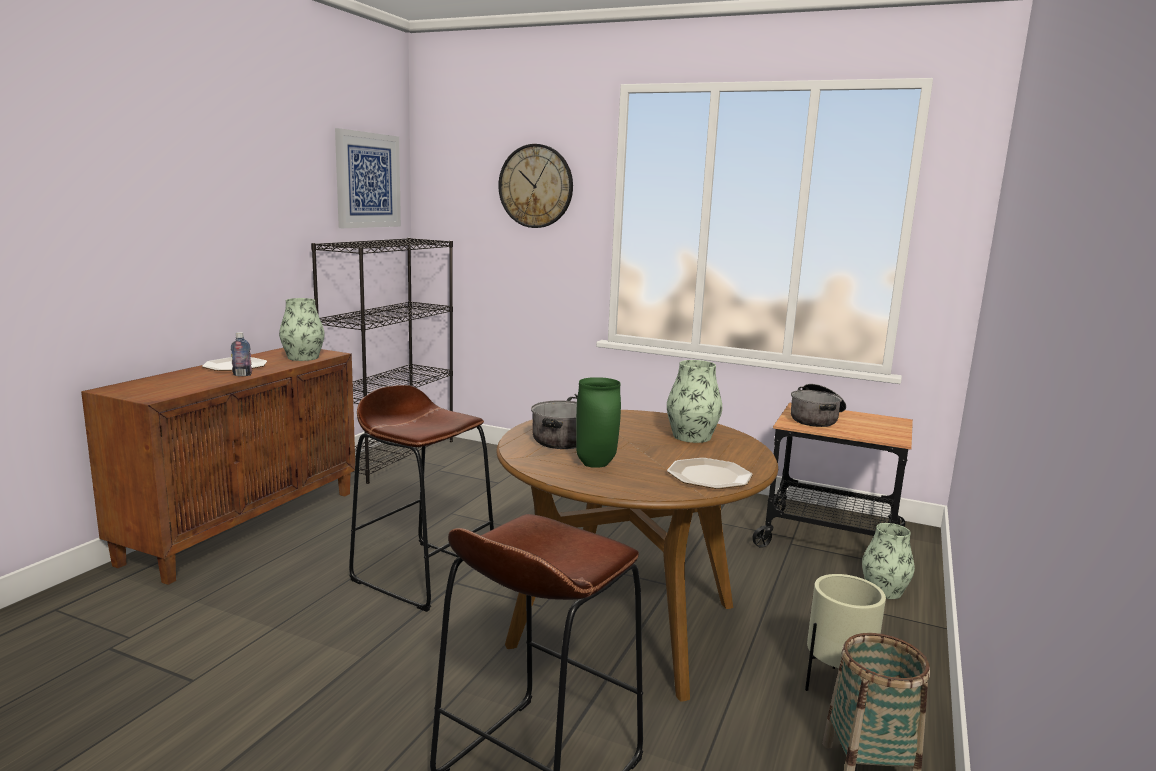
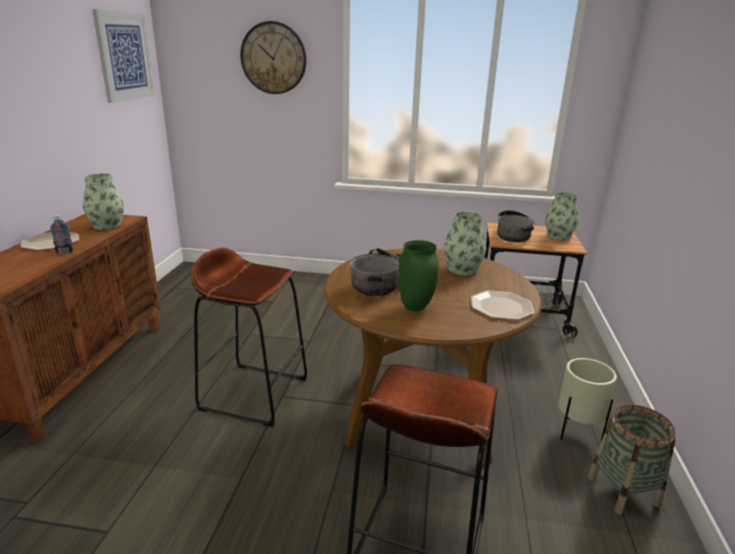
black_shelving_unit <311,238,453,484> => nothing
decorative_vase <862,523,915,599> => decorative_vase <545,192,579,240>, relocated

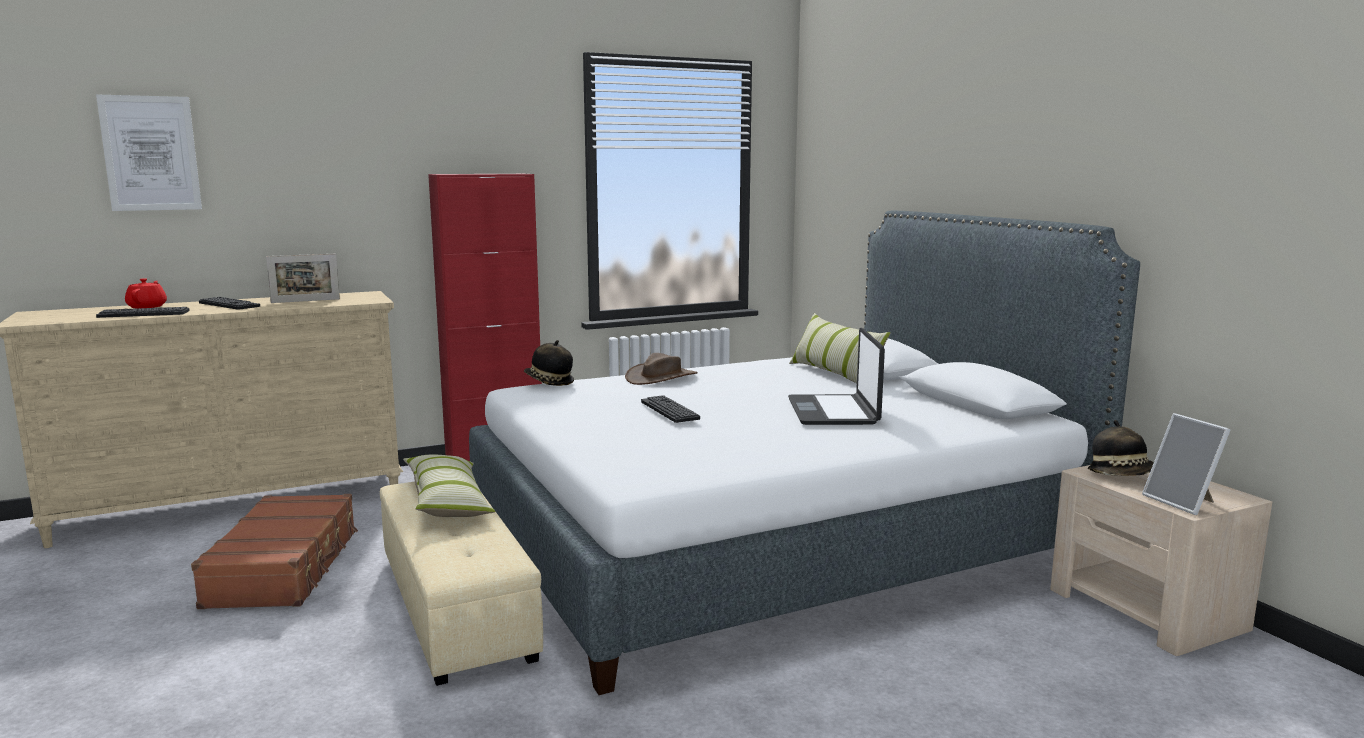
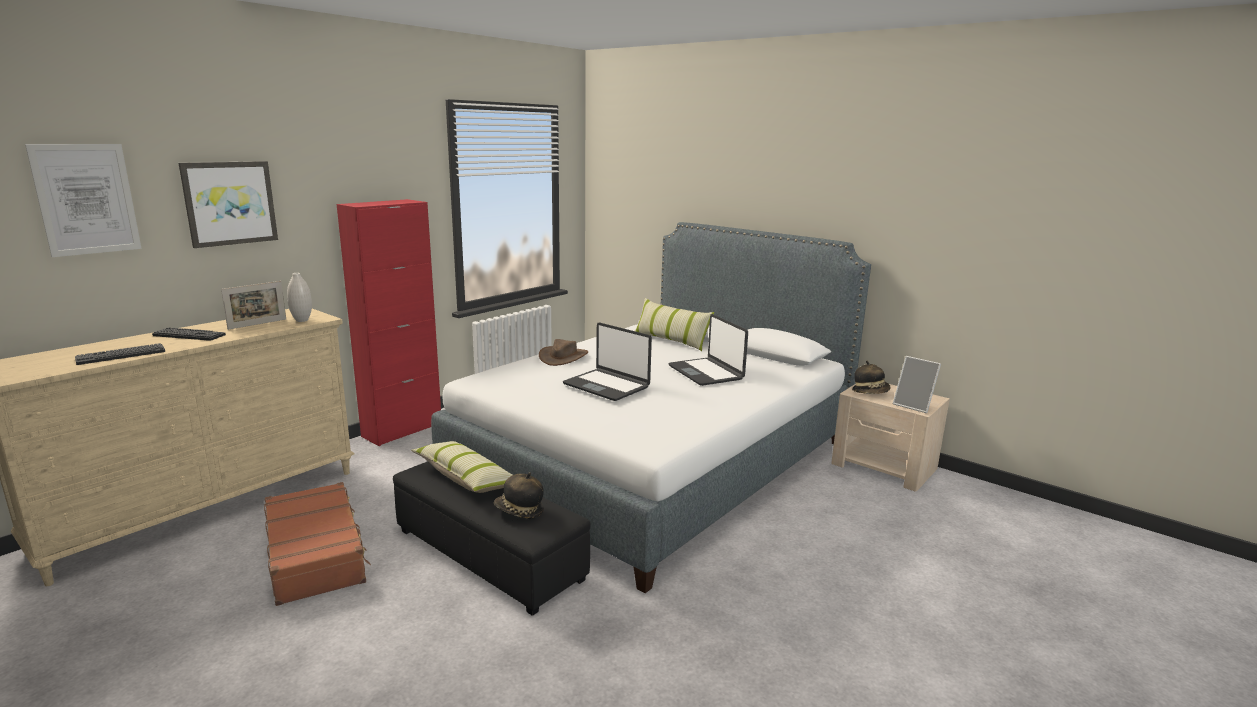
red_pot_for_tea <125,278,167,308> => nothing
sand-coloured_footrest <380,482,543,686> => black_footrest <393,461,590,616>
clothing_hat <524,340,574,386> => clothing_hat <494,472,544,518>, relocated
PC_keyboard <641,395,700,423> => laptop <563,322,652,401>
nothing => wall_picture <179,161,278,248>
nothing => white_decorative_vase <287,273,312,322>

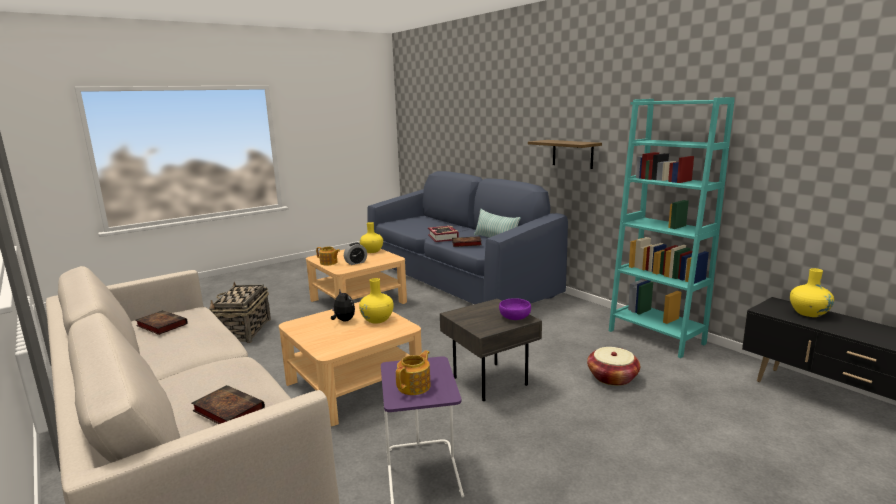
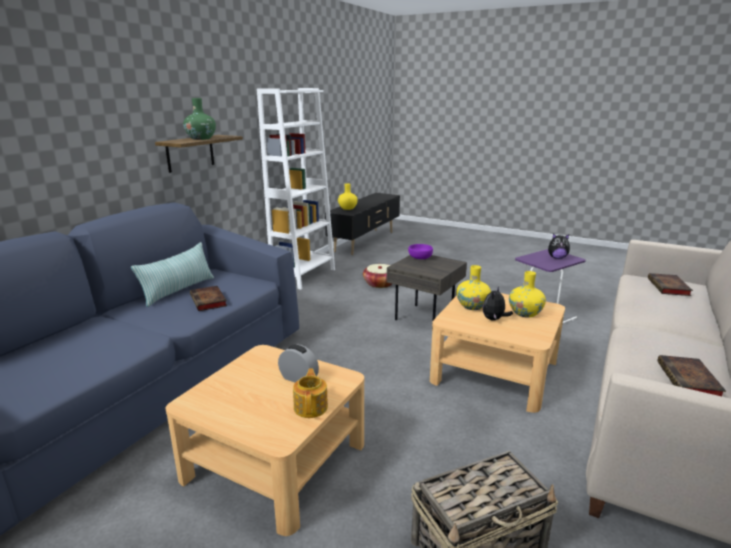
yellow-coloured_decorative_vase <360,222,383,253> => yellow-coloured_decorative_vase <509,271,546,318>, relocated
pot_for_tea <396,350,431,395> => soft_toy <548,233,570,259>
volume <428,226,459,242> => nothing
turquoise_shelving_unit <609,97,735,358> => white_shelving_unit <257,88,335,290>
nothing => green-coloured_decorative_vase <183,98,216,140>

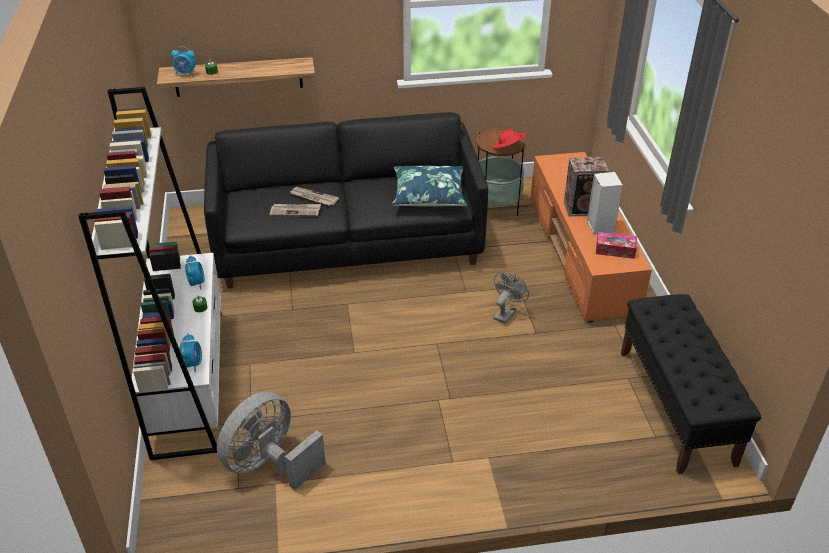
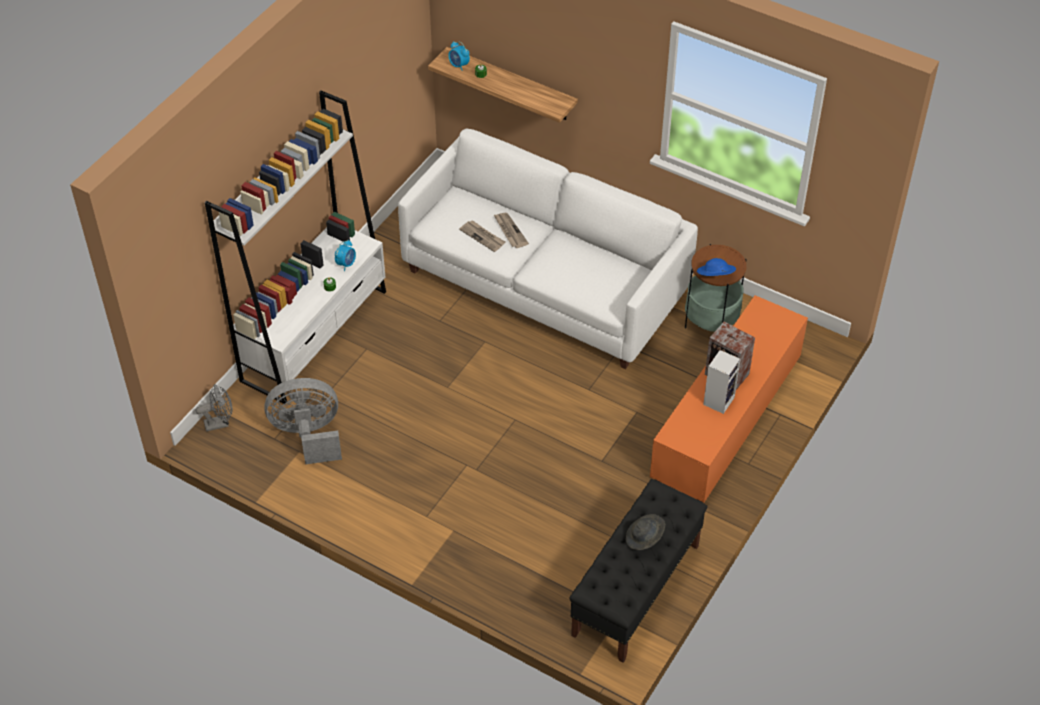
alarm_clock <179,333,202,372> => nothing
black_couch <204,112,488,289> => white_couch <398,129,698,369>
blue_cushion <392,166,467,207> => nothing
red_clothing_hat <493,130,527,148> => blue_clothing_hat <697,258,736,276>
greyish_cooling_fan <494,272,529,324> => greyish_cooling_fan <196,384,232,432>, relocated
box_of_tissues <596,232,637,259> => nothing
nothing => greyish_clothing_hat <626,514,665,550>

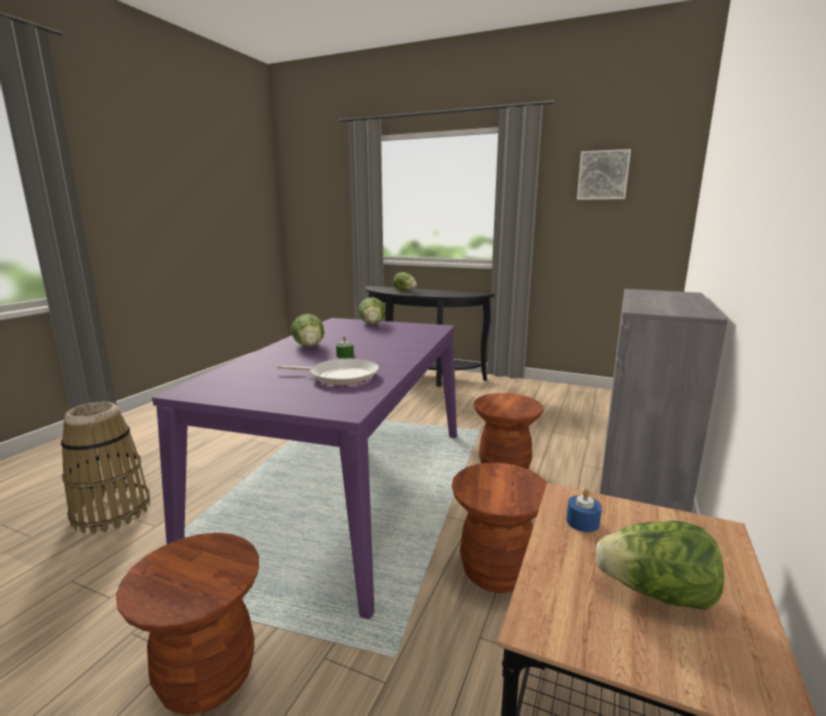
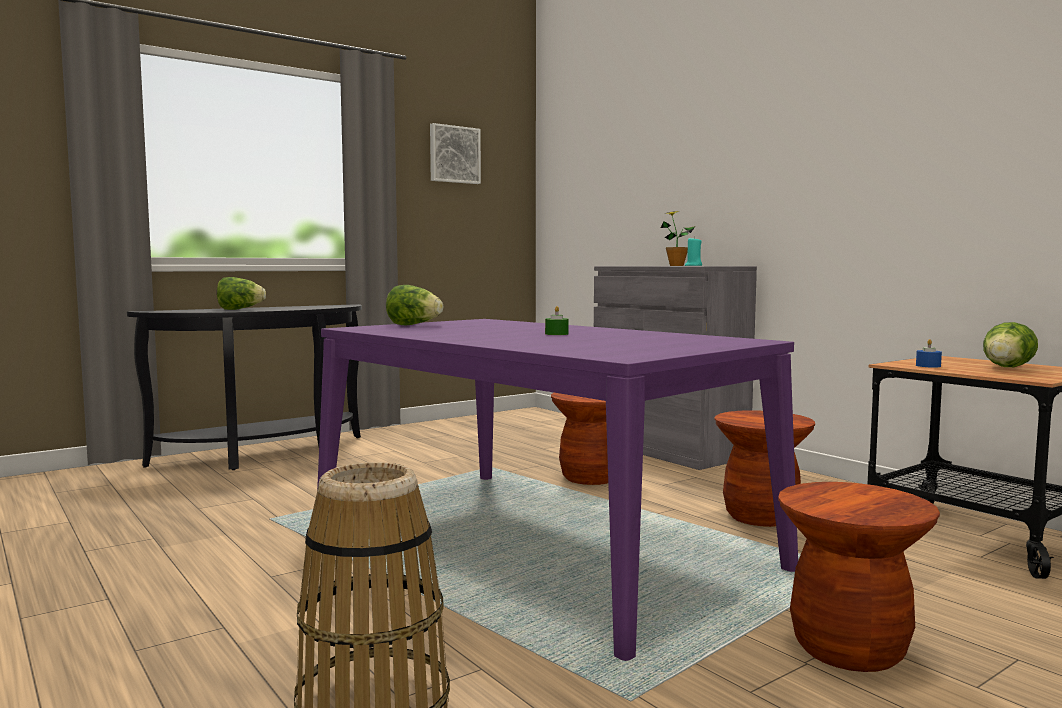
pan <277,358,379,385> => nothing
lettuce <291,314,325,347> => nothing
nothing => plant_in_a_pot <661,211,695,266>
nothing => turquoise_wax_candle <685,236,702,266>

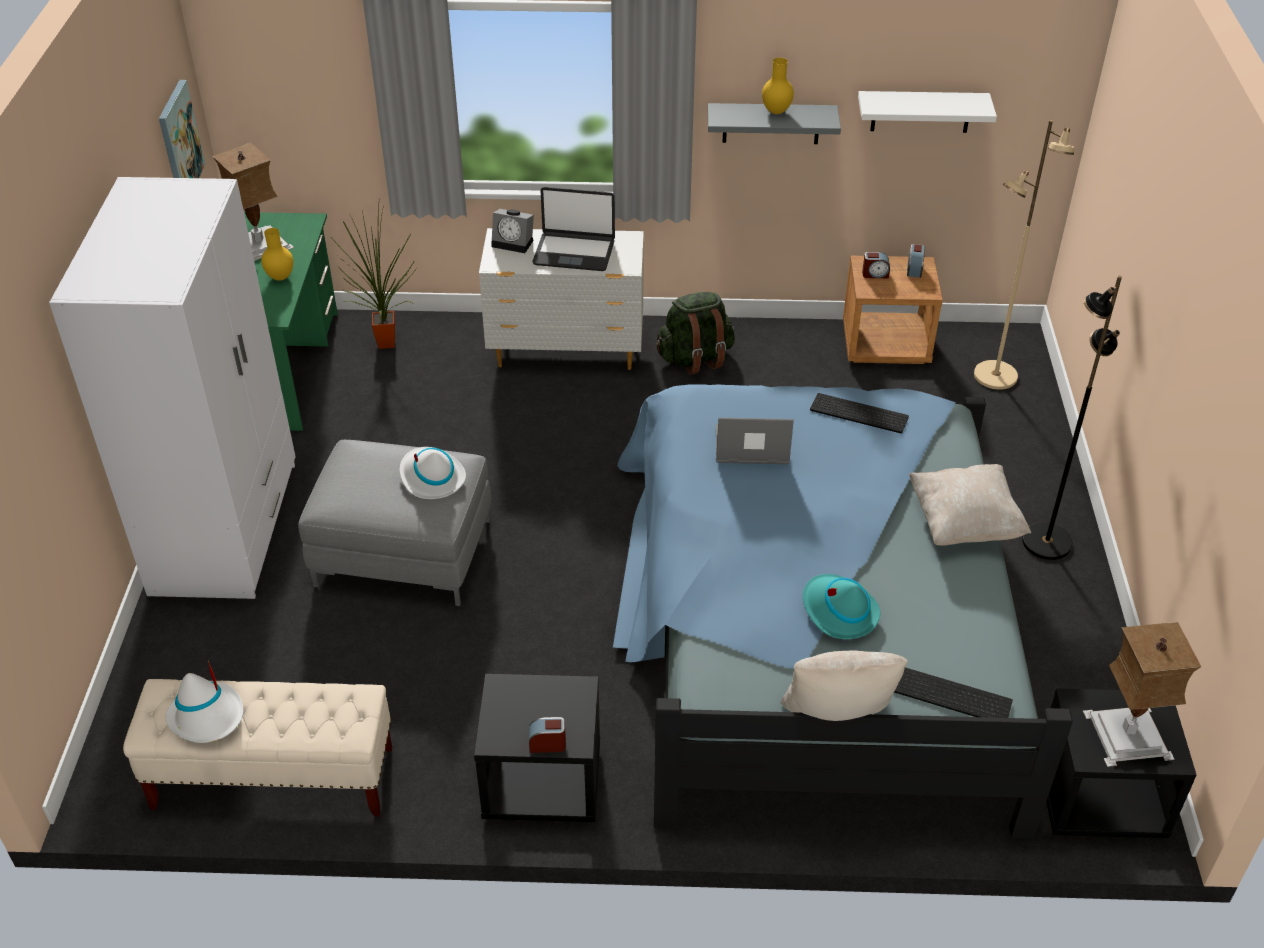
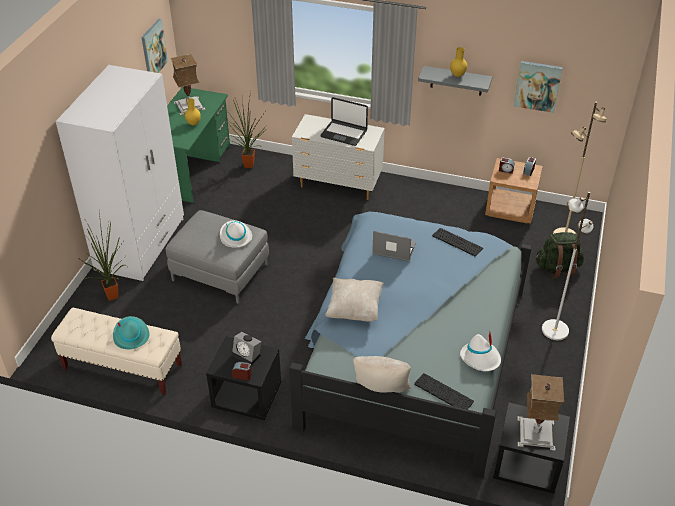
white_clothing_hat <166,661,243,743> => white_clothing_hat <460,333,501,371>, relocated
alarm_clock <491,209,534,253> => alarm_clock <232,332,261,366>, relocated
green-coloured_rucksack <656,292,735,375> => green-coloured_rucksack <536,232,584,279>, relocated
turquoise_clothing_hat <803,574,880,639> => turquoise_clothing_hat <113,316,150,349>, relocated
white_wall_shelf <858,91,997,133> => wall_picture <514,61,563,113>
sand-coloured_cushion <909,464,1031,546> => sand-coloured_cushion <325,277,384,322>, relocated
black_floor_lamp <1022,276,1122,560> => white_floor_lamp <542,192,593,340>
nothing => plant_in_a_pot <77,212,127,301>

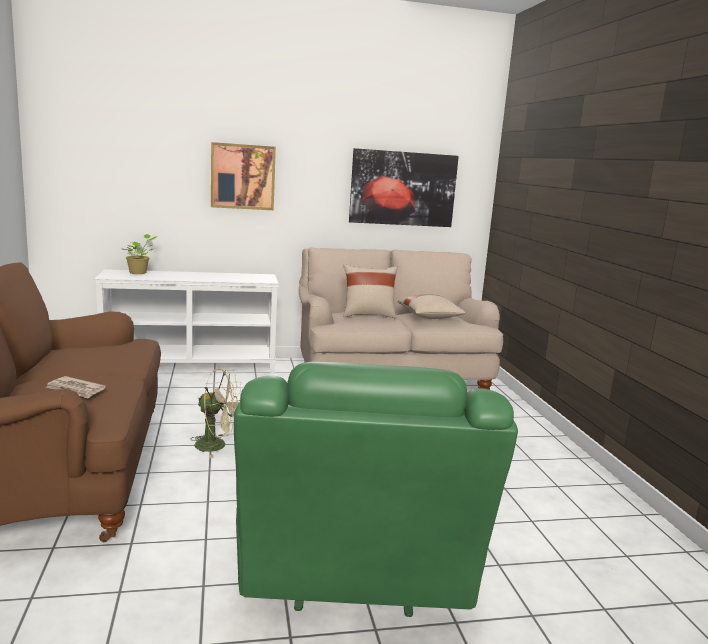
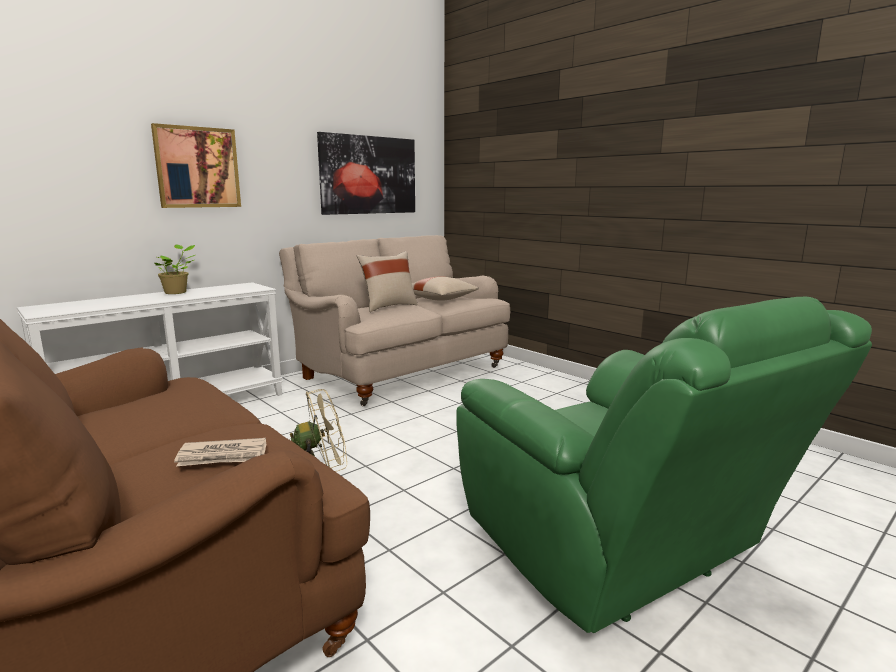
plant_in_a_pot <123,234,156,274> => plant_in_a_pot <154,244,195,294>, relocated

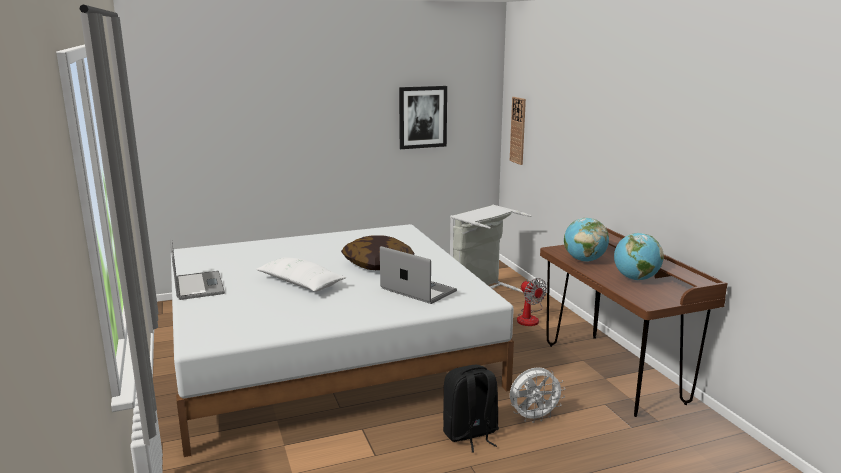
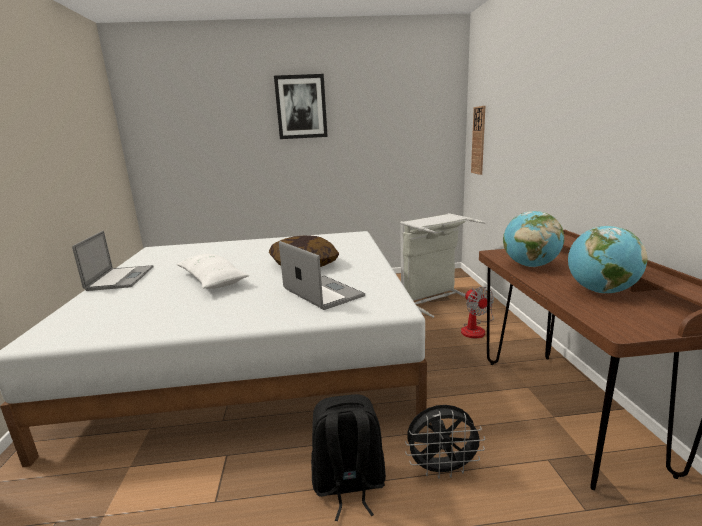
wall_picture <399,86,447,149> => wall_picture <274,74,328,139>, relocated
white_cooling_fan <510,367,565,423> => black_cooling_fan <405,405,485,479>

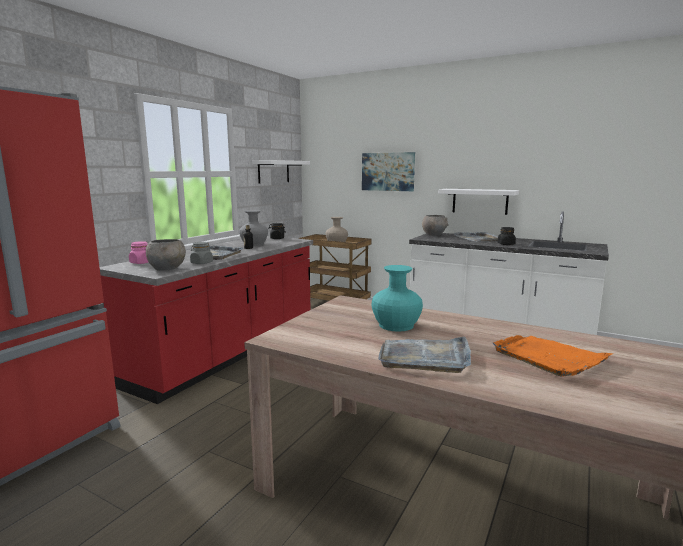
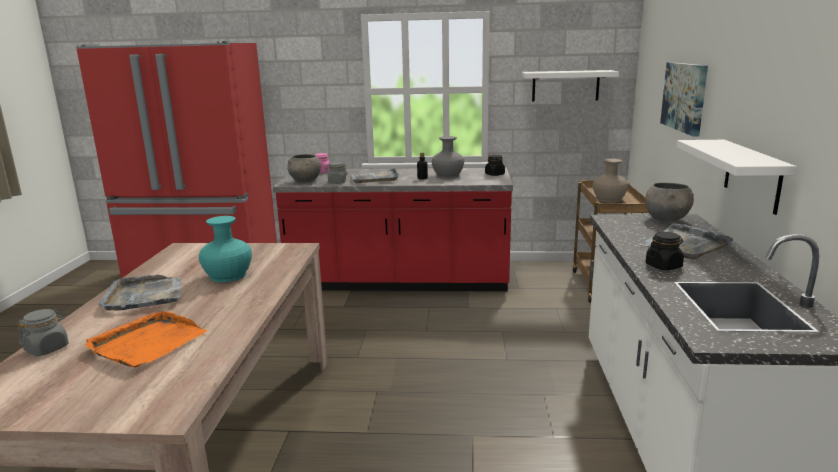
nothing => greyish_preserve_jar <17,309,69,356>

